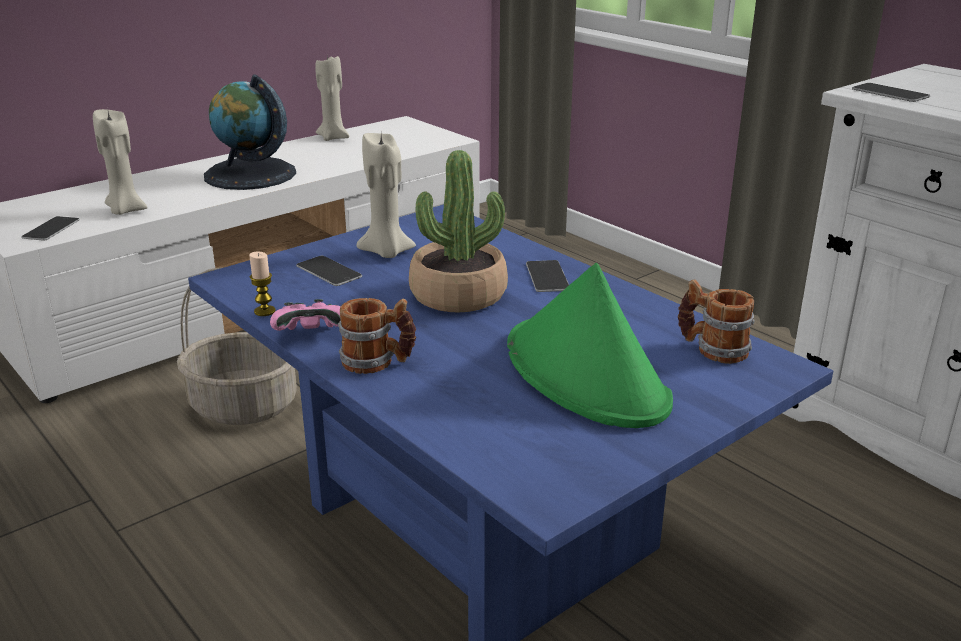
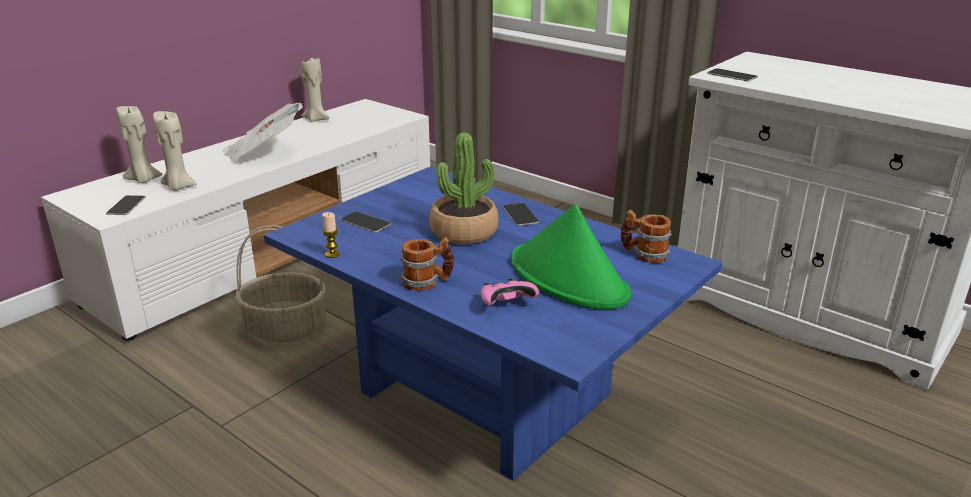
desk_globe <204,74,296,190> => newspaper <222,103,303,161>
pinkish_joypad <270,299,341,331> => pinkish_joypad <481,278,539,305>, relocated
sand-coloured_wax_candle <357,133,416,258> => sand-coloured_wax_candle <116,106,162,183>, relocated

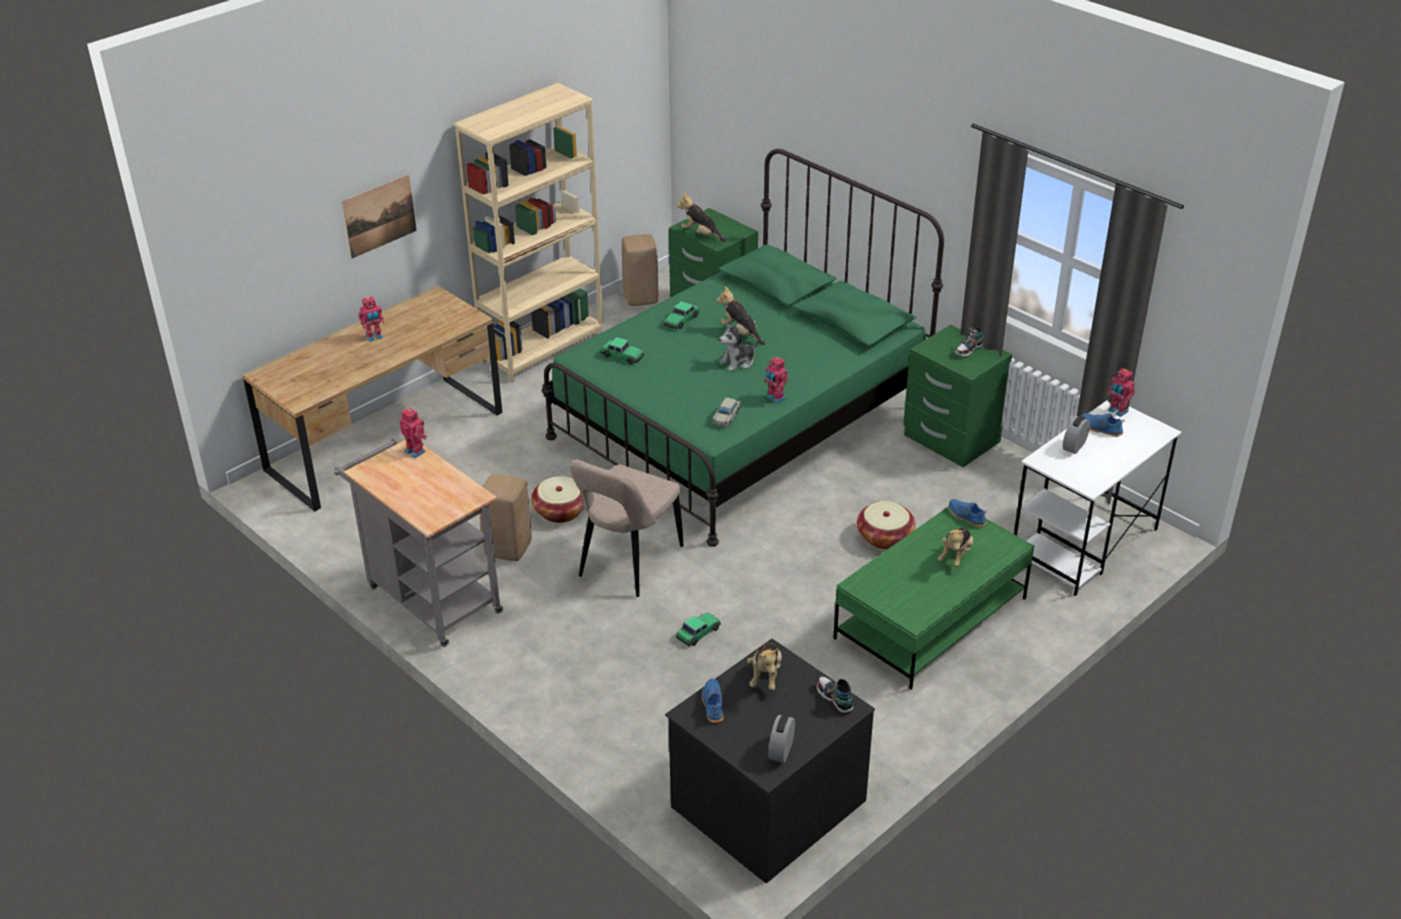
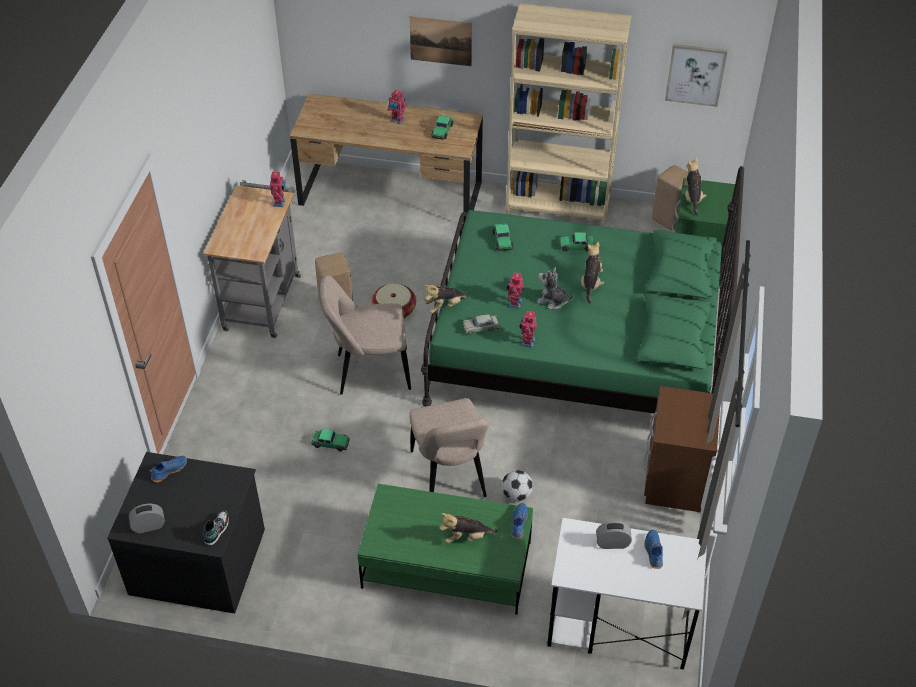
soft_toy <747,643,782,691> => soft_toy <424,285,469,313>, relocated
basket <857,501,915,549> => ball_for_football <502,470,533,502>
green-coloured_night_table <903,325,1012,467> => brown-coloured_night_table <643,386,720,512>
shoe <955,327,983,358> => nothing
robot_figure <1107,368,1135,417> => robot_figure <507,271,523,309>, relocated
nothing => sand-coloured_chair <409,398,489,497>
nothing => toy_car <431,115,454,140>
nothing => wall_picture <665,44,728,107>

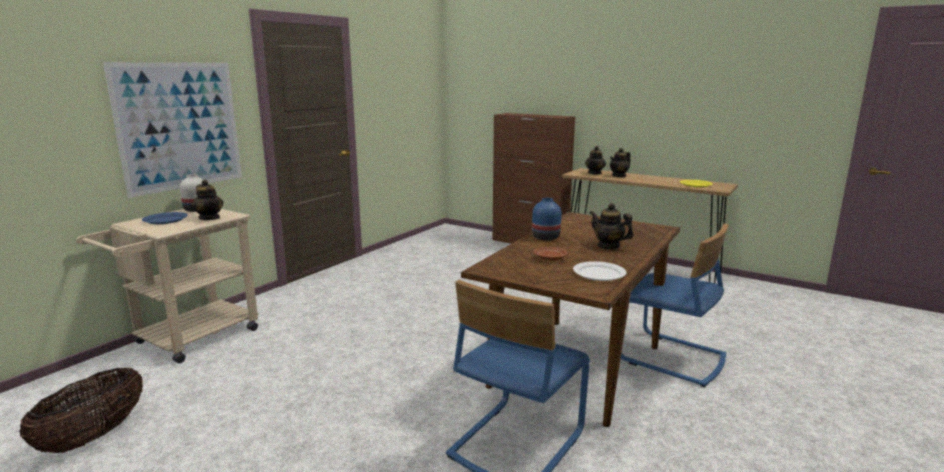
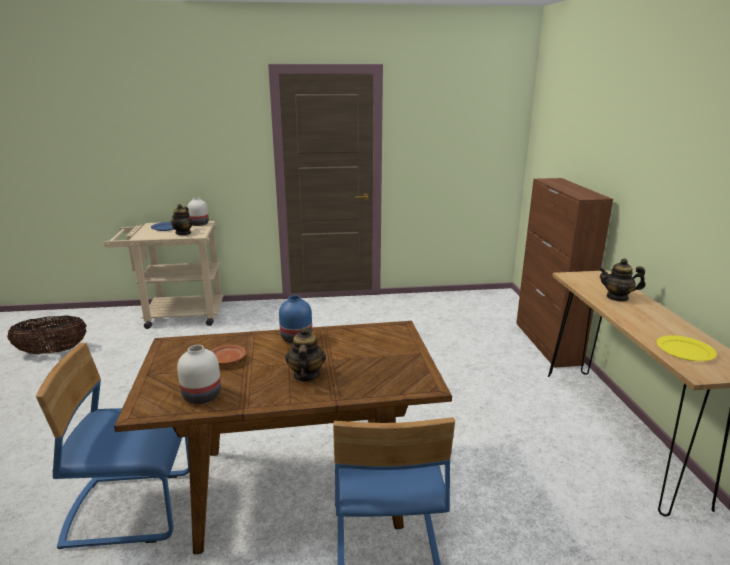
wall_picture <103,62,242,198> => nothing
white_dinner_plate <573,261,626,281> => white_decorative_vase <177,345,221,404>
pot_for_tea <585,146,606,175> => nothing

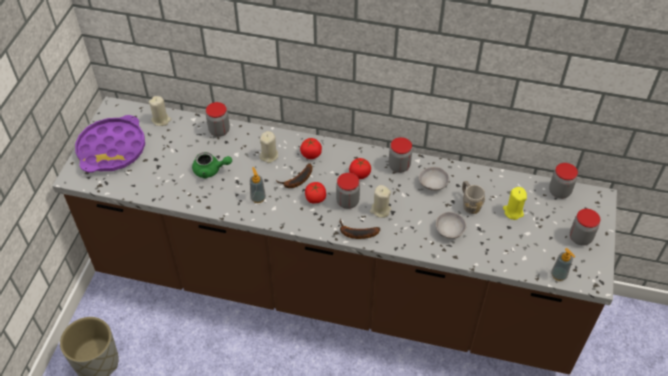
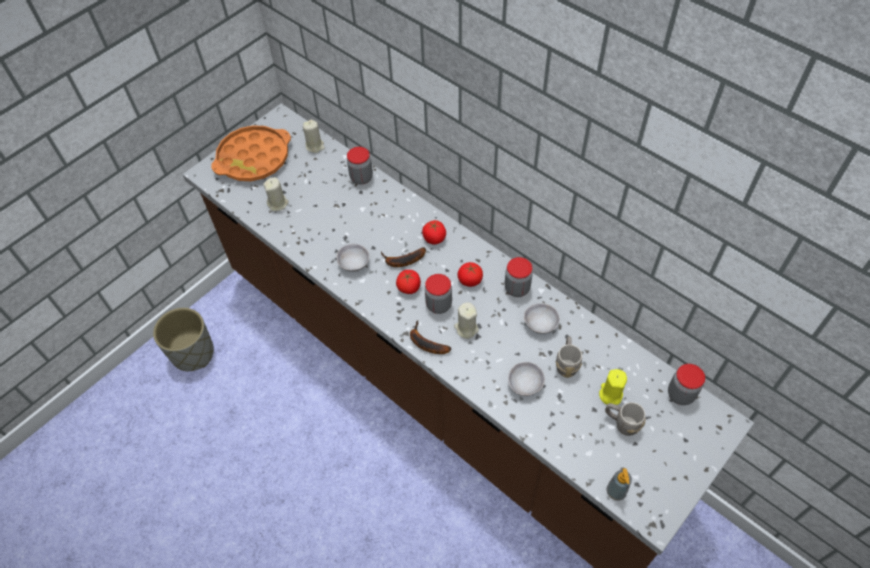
purplish_serving_tray <75,115,145,173> => orangey_serving_tray <211,125,291,181>
green-coloured_pot_for_tea <192,152,232,178> => nothing
soap_bottle <250,167,266,203> => greyish_bowl <337,244,369,272>
sand-coloured_wax_candle <259,131,278,163> => sand-coloured_wax_candle <263,177,289,211>, relocated
preserve_jar <570,209,600,246> => nothing
nothing => greyish_mug <605,402,646,436>

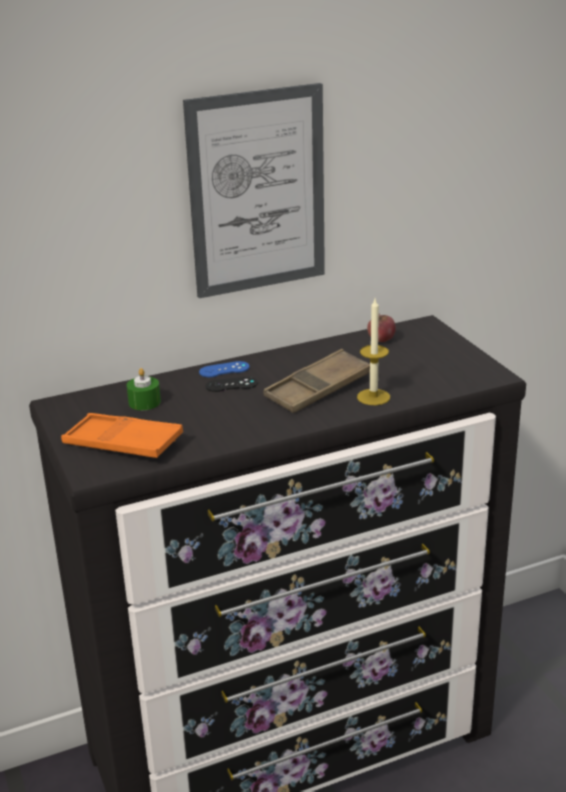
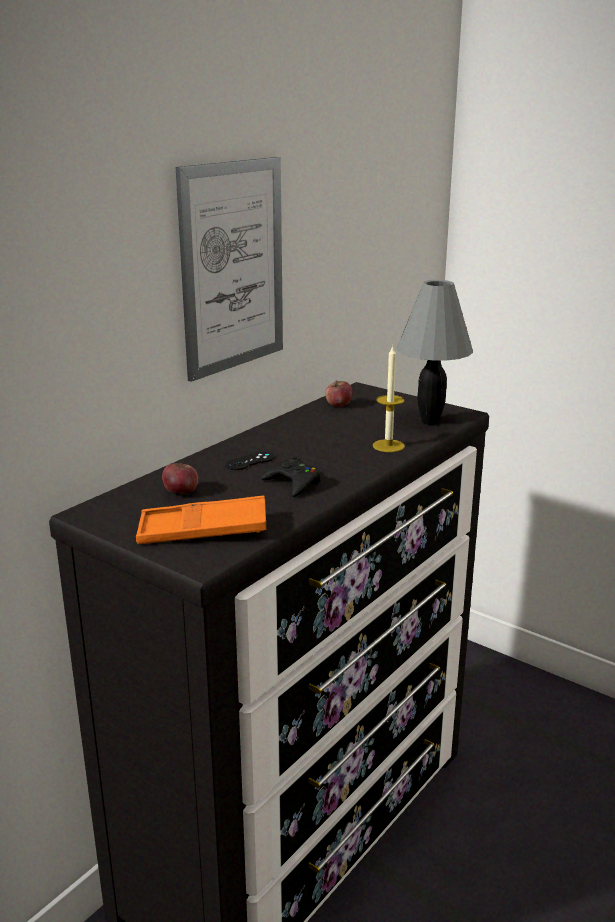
green-coloured_wax_candle <127,368,161,410> => apple_fruit <162,461,198,494>
blue_joypad <199,361,250,377> => nothing
brown-coloured_serving_tray <263,349,370,413> => nothing
nothing => black_joypad <261,456,321,497>
nothing => greyish_table_lamp <397,280,473,425>

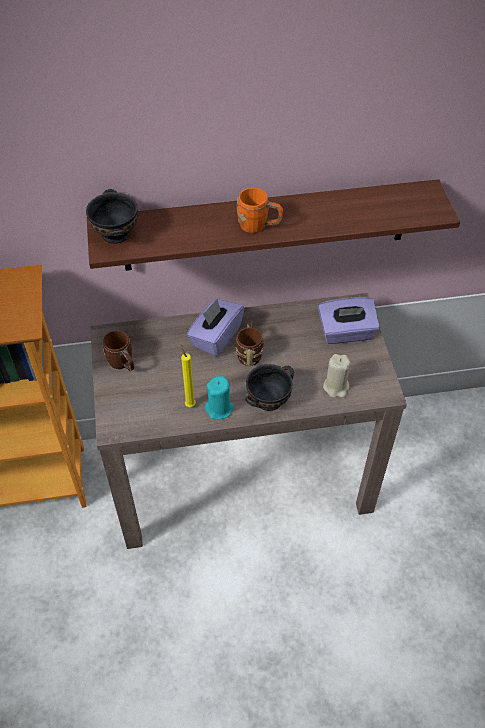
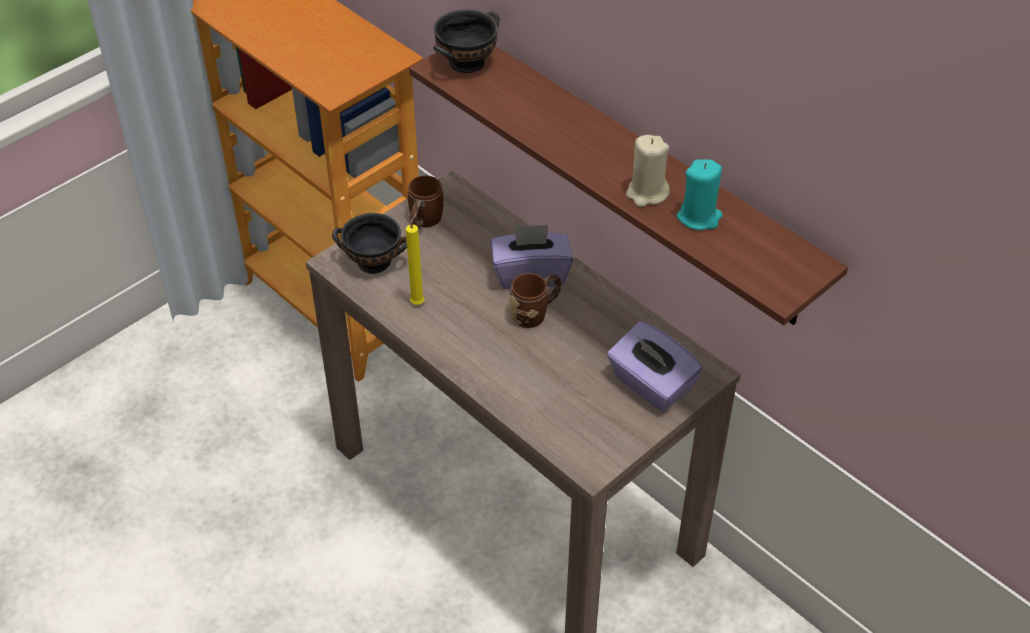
turquoise_wax_candle <205,376,234,420> => turquoise_wax_candle <677,159,722,230>, relocated
orangey_mug <237,188,283,233> => nothing
black_bowl <245,364,294,411> => black_bowl <332,213,407,274>, relocated
sand-coloured_wax_candle <323,354,350,398> => sand-coloured_wax_candle <626,135,670,207>, relocated

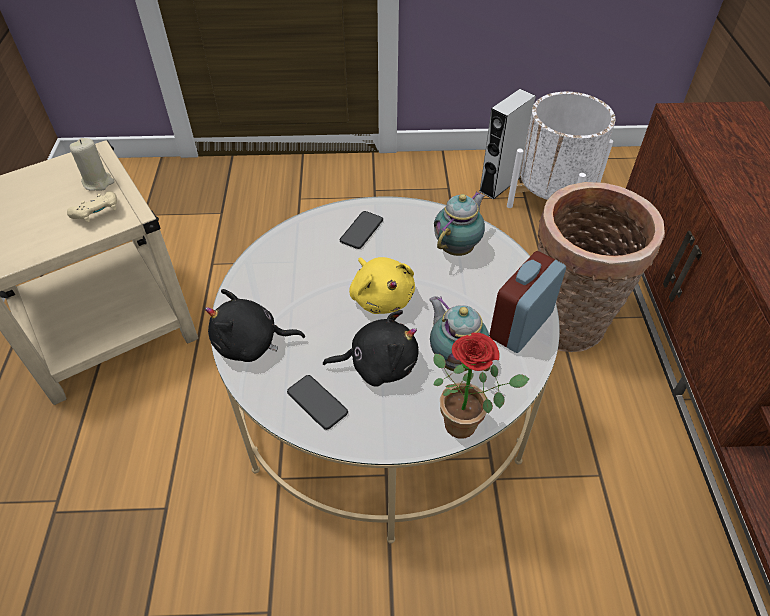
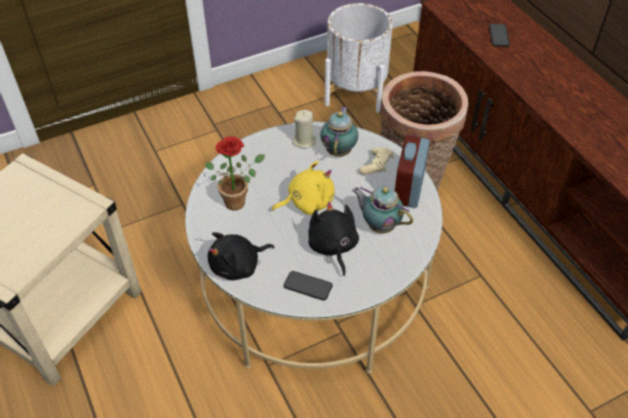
sand-coloured_joypad <67,191,117,222> => sand-coloured_joypad <359,147,394,175>, relocated
sand-coloured_wax_candle <70,138,115,191> => sand-coloured_wax_candle <293,110,316,148>, relocated
black_soft_toy <323,310,418,387> => black_soft_toy <308,201,359,276>, 75 degrees counterclockwise
phone <340,211,383,249> => phone <489,24,510,47>, relocated
yellow-coloured_soft_toy <349,257,415,314> => yellow-coloured_soft_toy <272,161,334,215>, 60 degrees counterclockwise
plant_in_a_pot <433,333,529,439> => plant_in_a_pot <205,136,265,210>, relocated
greyish_speaker <479,89,536,200> => nothing

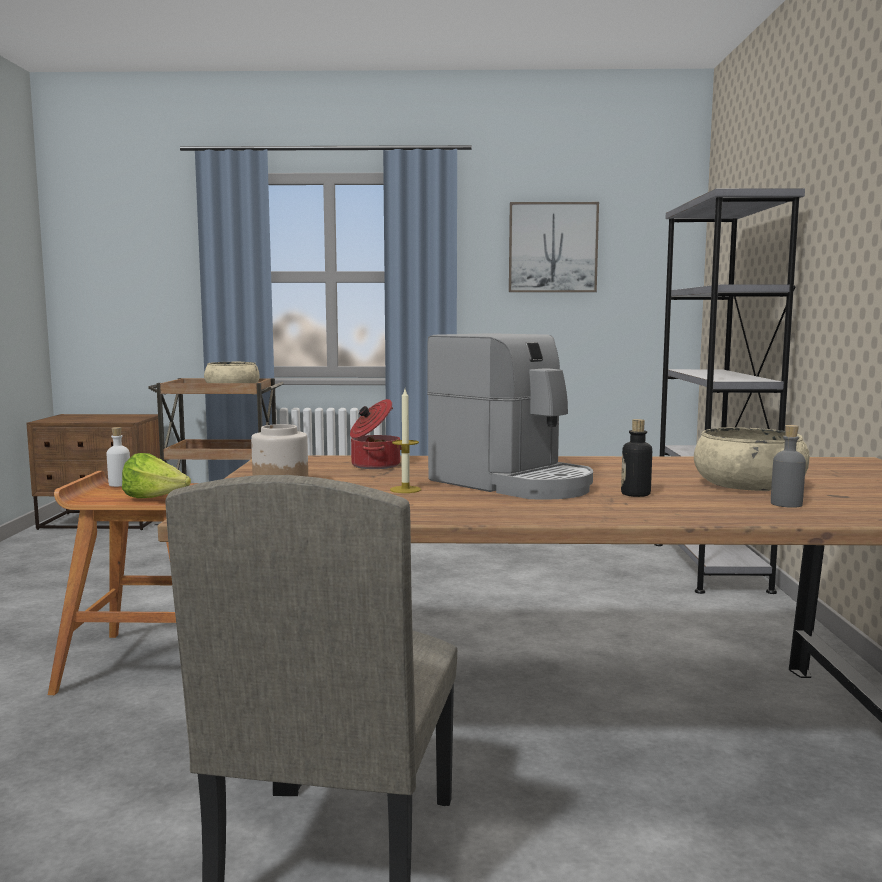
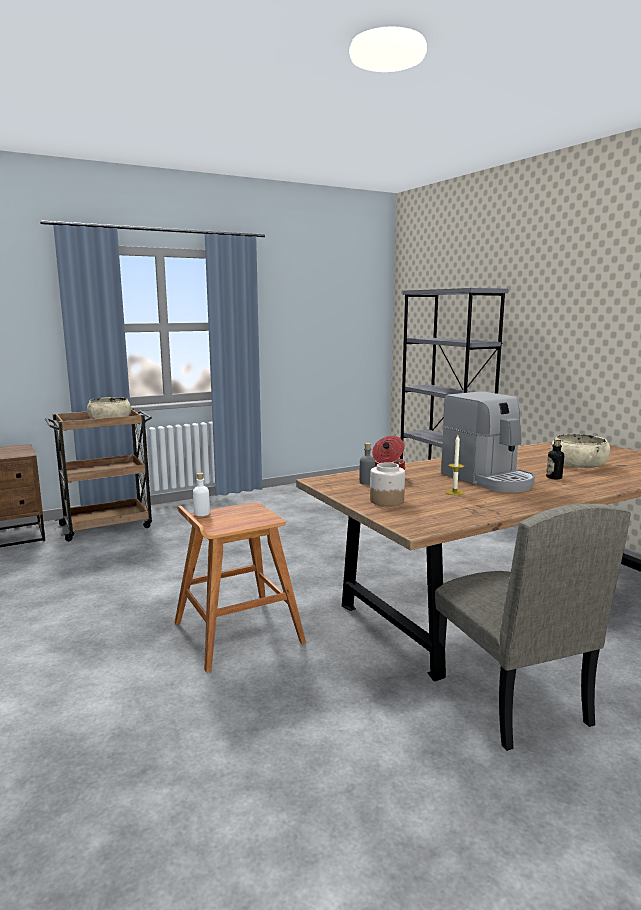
lettuce <122,453,191,498> => nothing
coffee_brewer <427,333,593,500> => coffee_brewer <441,391,535,492>, 45 degrees clockwise
wall_picture <509,202,599,292> => nothing
greyish_drink_bottle <771,425,806,508> => greyish_drink_bottle <359,443,375,485>, relocated

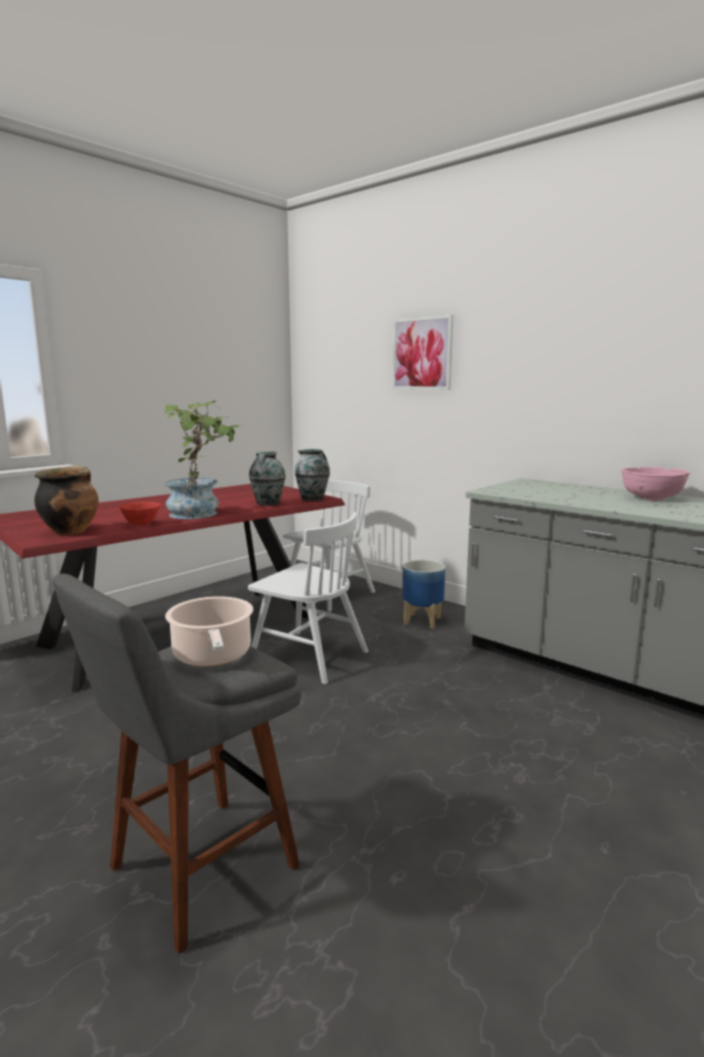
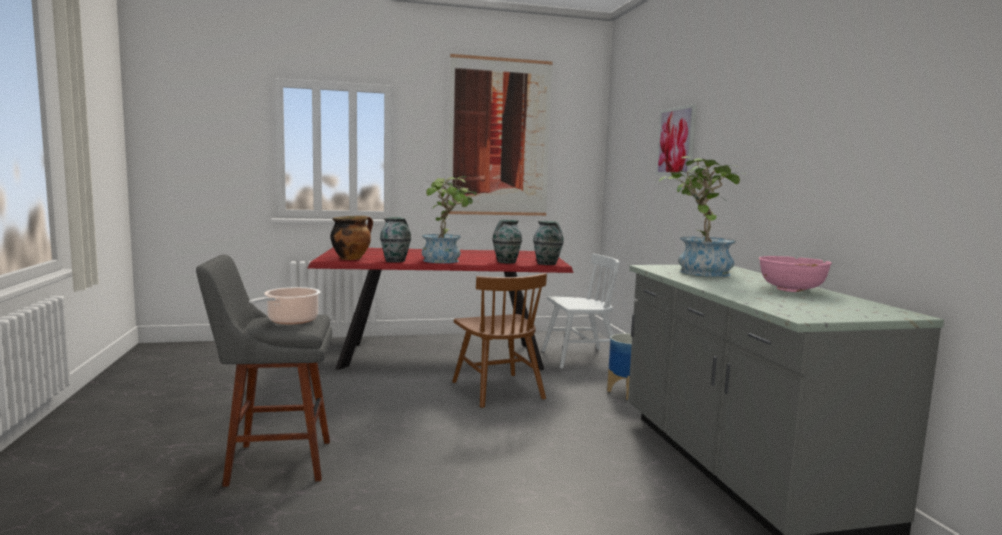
red_bowl <119,502,161,526> => decorative_vase <380,217,411,262>
white_chair <248,512,368,684> => brown-coloured_chair <452,273,547,408>
nothing => wall_picture <448,54,553,216>
nothing => plant_in_a_pot <659,156,747,277>

